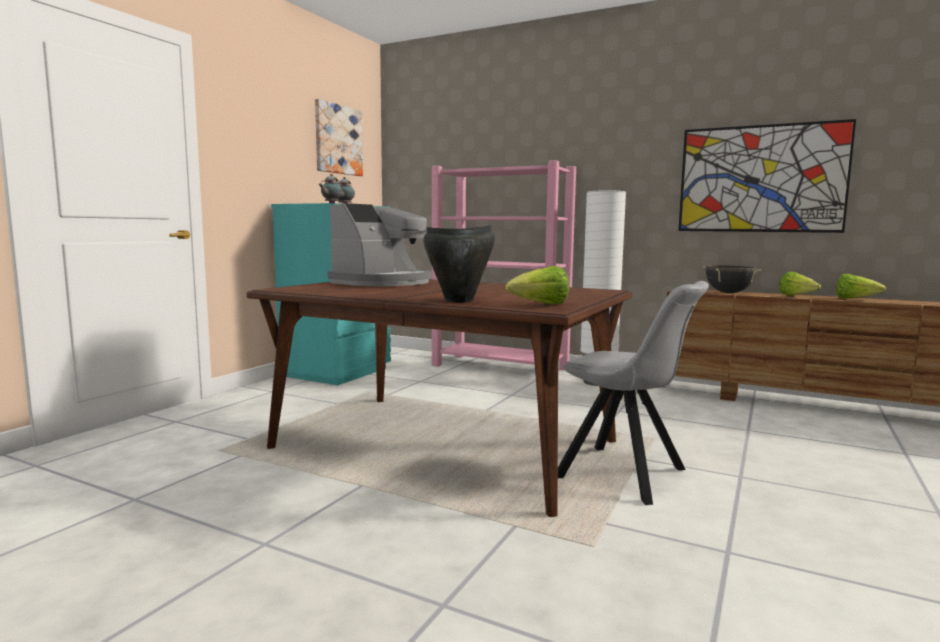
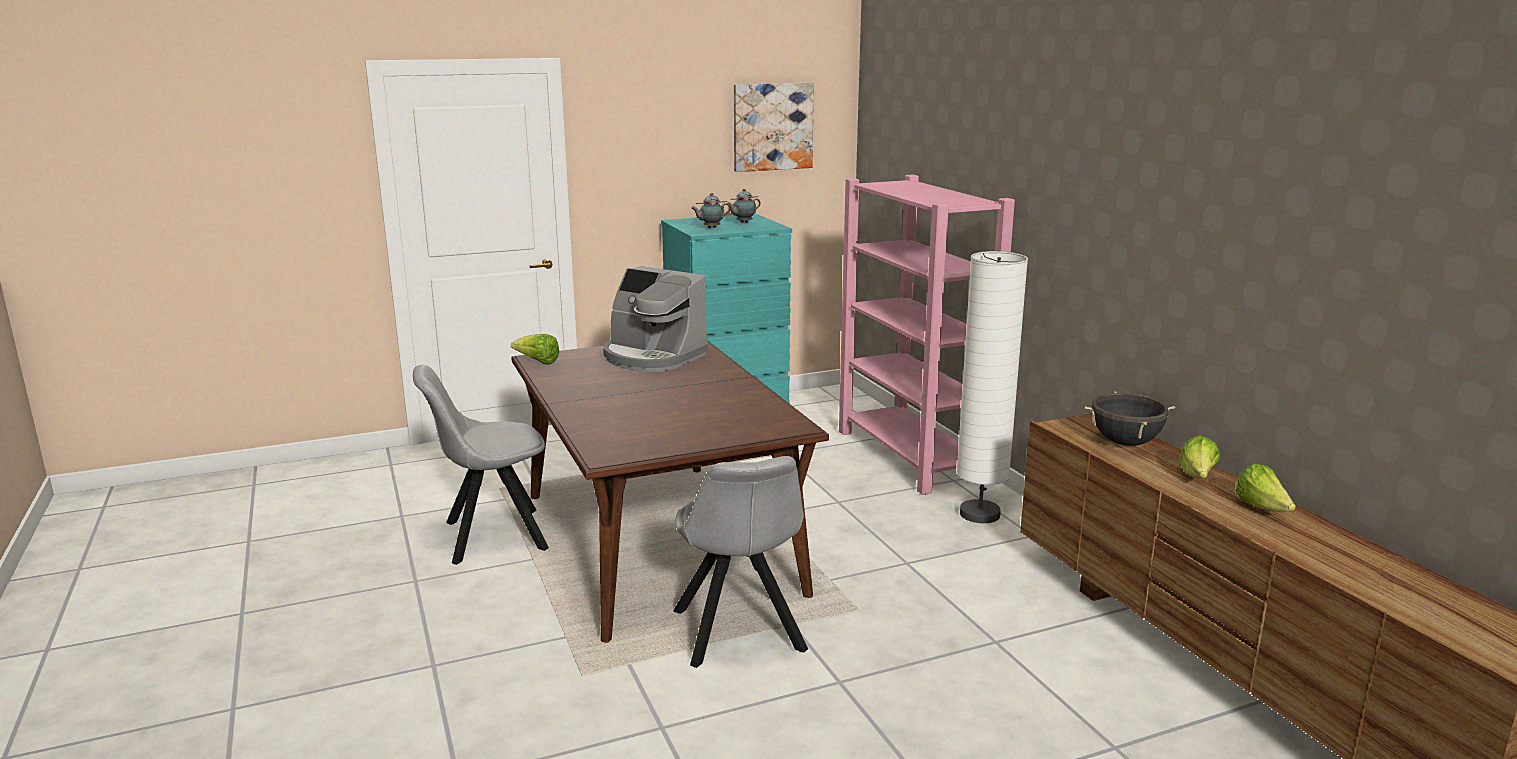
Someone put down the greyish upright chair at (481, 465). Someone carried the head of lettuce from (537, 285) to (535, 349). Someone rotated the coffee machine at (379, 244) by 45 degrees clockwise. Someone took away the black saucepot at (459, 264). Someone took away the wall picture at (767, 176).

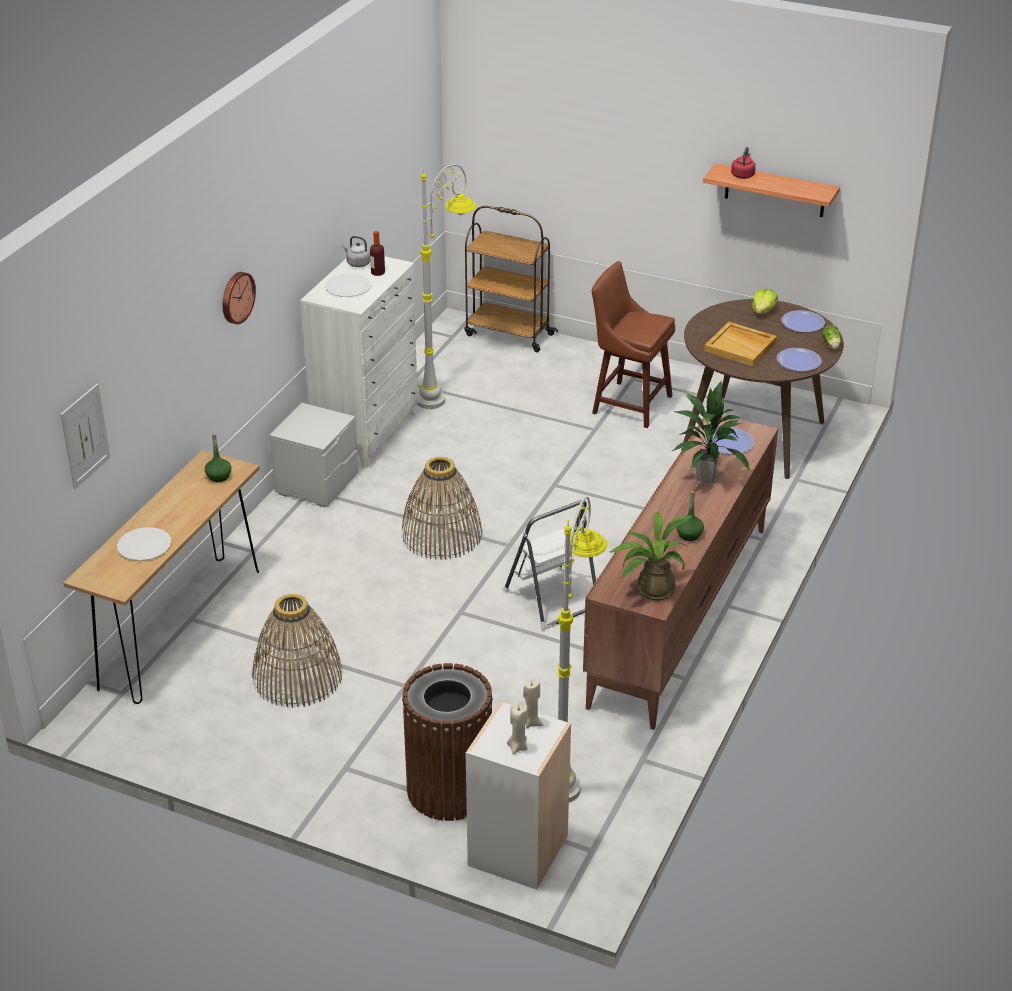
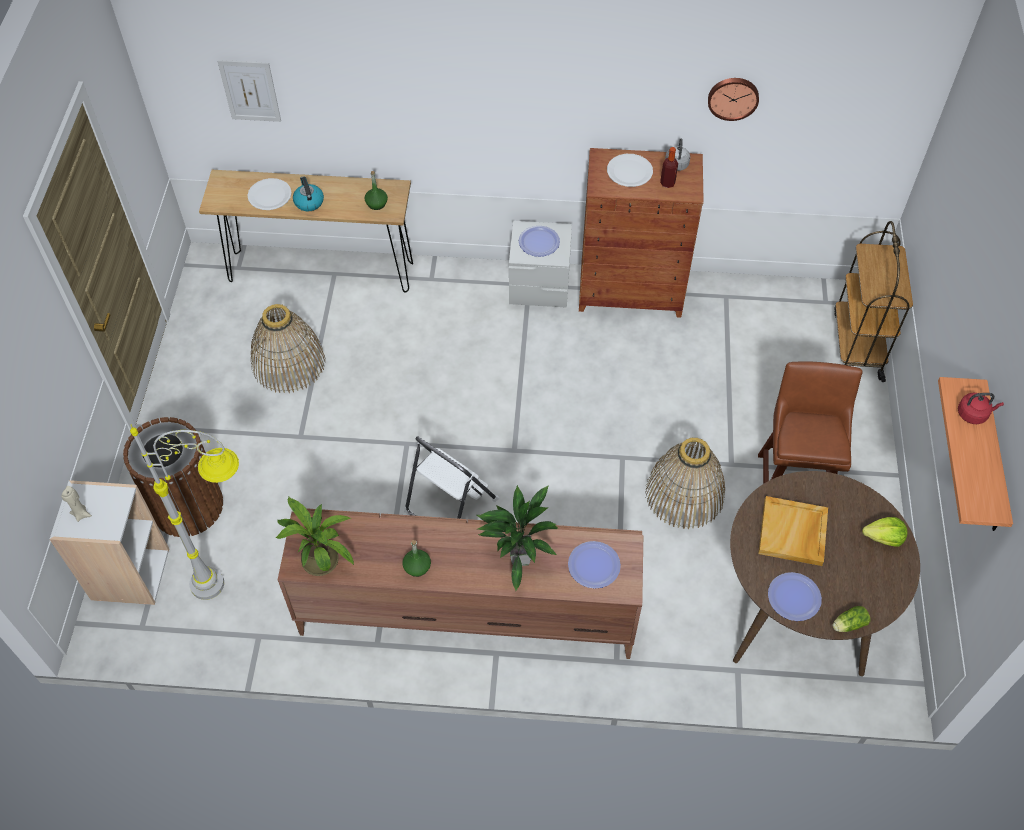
Someone put down the tea kettle at (308, 193). Someone carried the dinner plate from (803, 321) to (539, 241). Someone repainted the whitish chest of drawers at (359, 362), which became the brownish chest of drawers at (641, 233). Someone carried the storage basket from (442, 508) to (685, 483). Someone carried the wall clock from (239, 298) to (733, 99). Someone took away the greyish standing lamp at (446, 286). Someone took away the beige-coloured wax light at (533, 703).

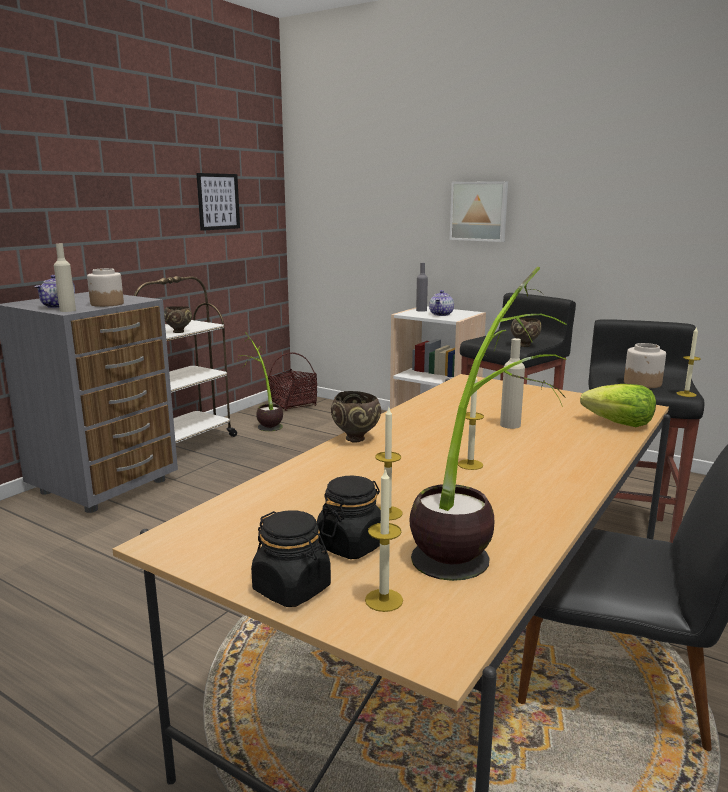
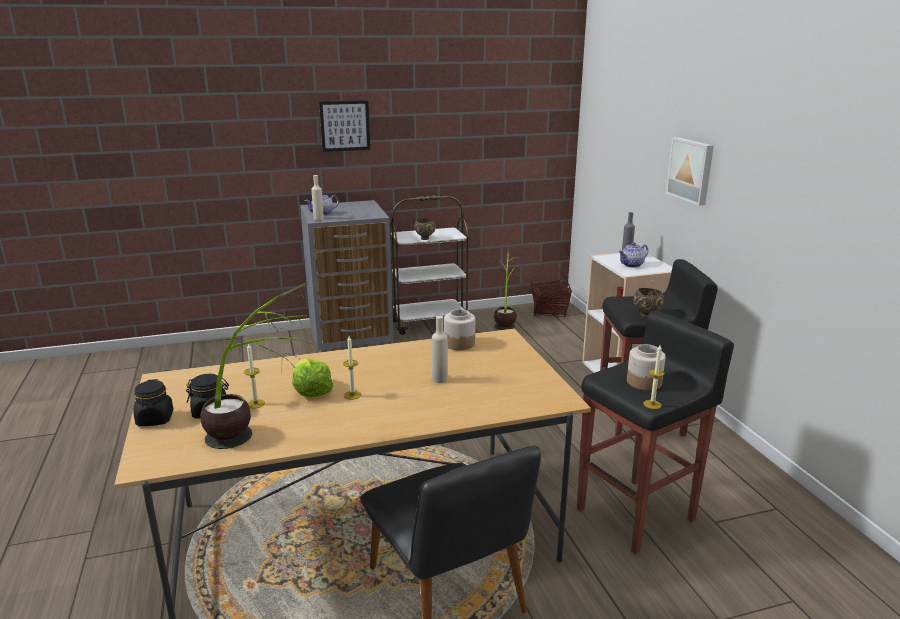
Someone carried the head of lettuce from (618, 405) to (312, 377). Someone carried the wall picture from (218, 202) to (344, 126). Someone carried the jar from (105, 287) to (459, 329). Someone took away the brownish serving bowl at (356, 416). Someone took away the wax light at (384, 540).

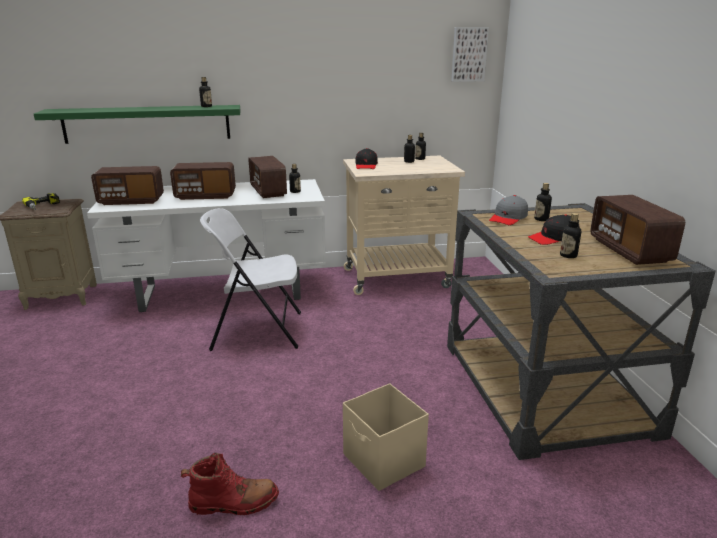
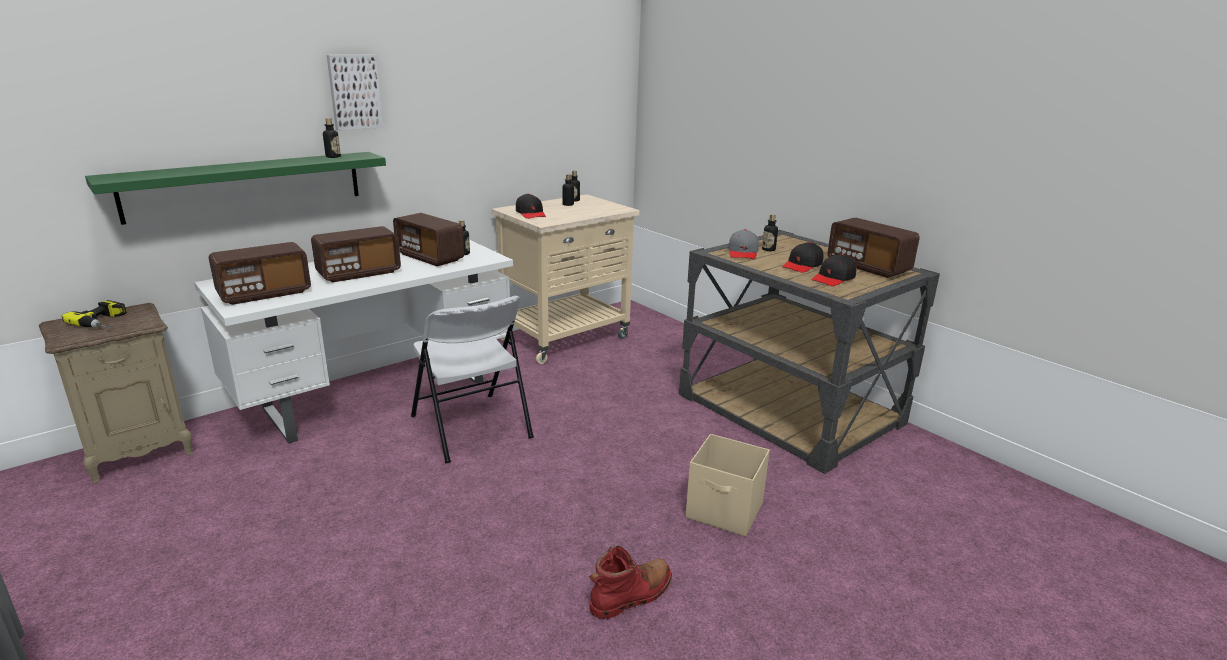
Someone carried the wall picture from (470, 54) to (355, 93). Someone rotated the whitish upright chair at (250, 279) by 90 degrees counterclockwise. Someone swapped the bottle at (570, 235) for the black peaked cap at (834, 270).

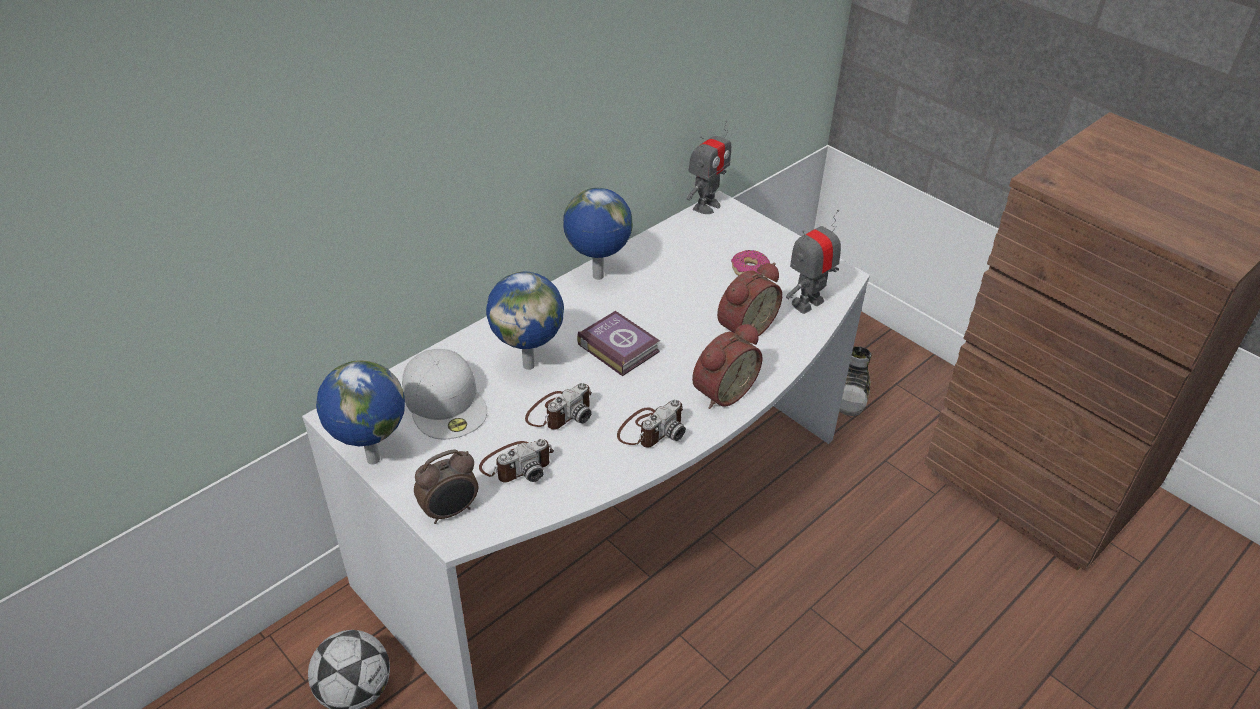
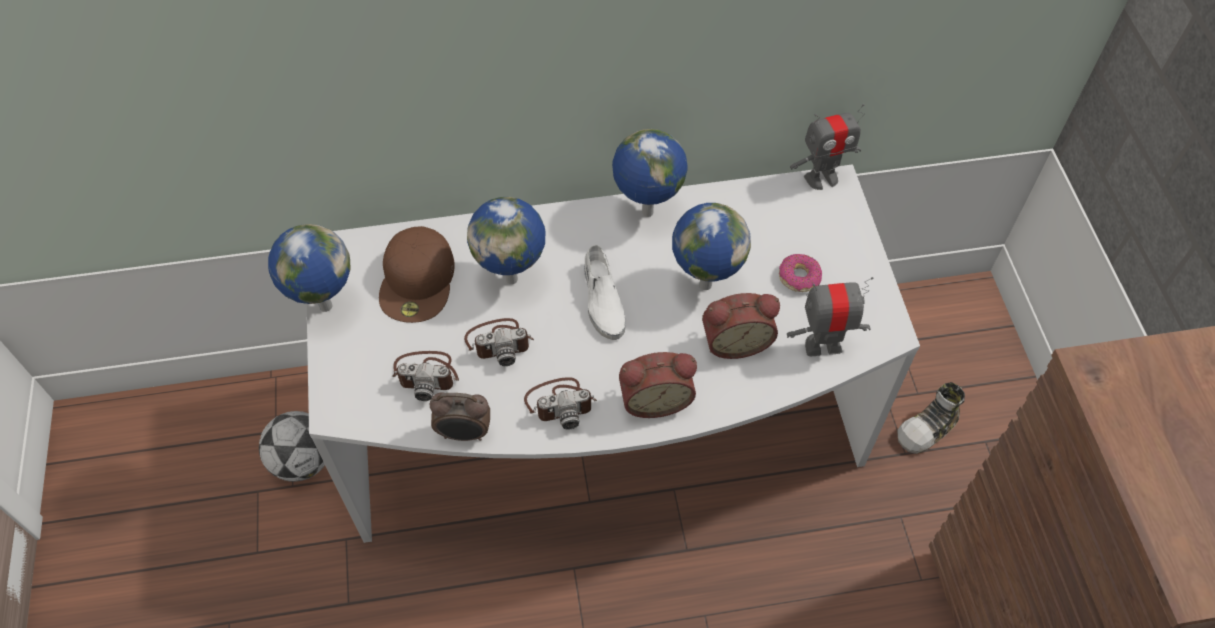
Someone repainted the whitish peaked cap at (444, 394), which became the brownish peaked cap at (416, 274). Someone carried the alarm clock from (446, 486) to (460, 416). Someone swapped the book at (618, 343) for the whitish shoe at (605, 292). Someone put down the desk globe at (711, 246).

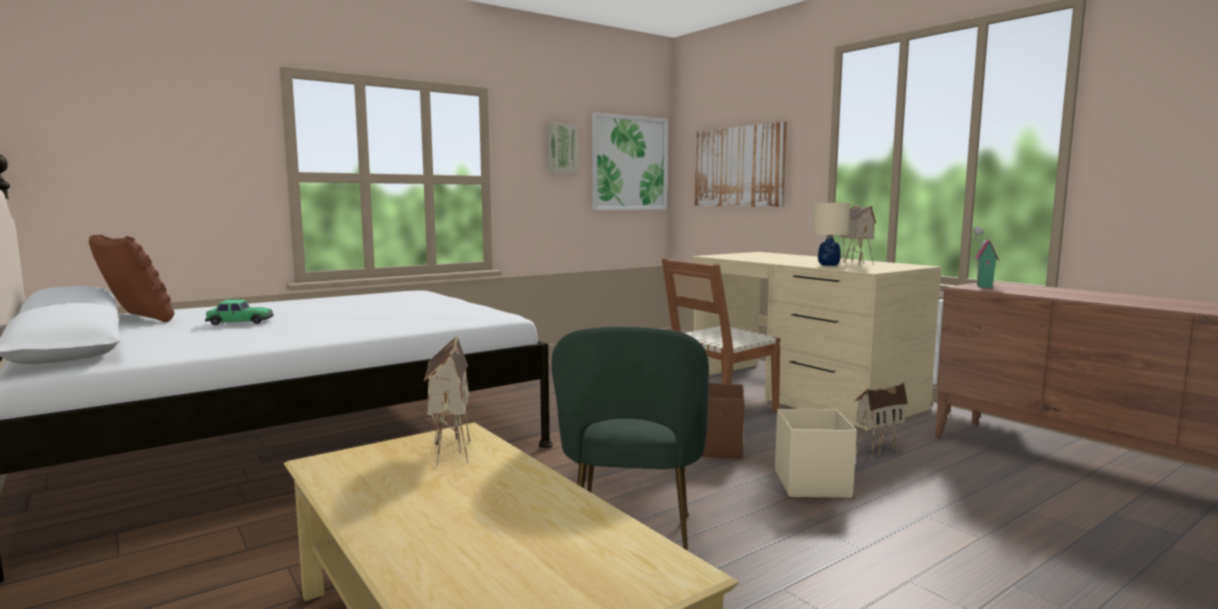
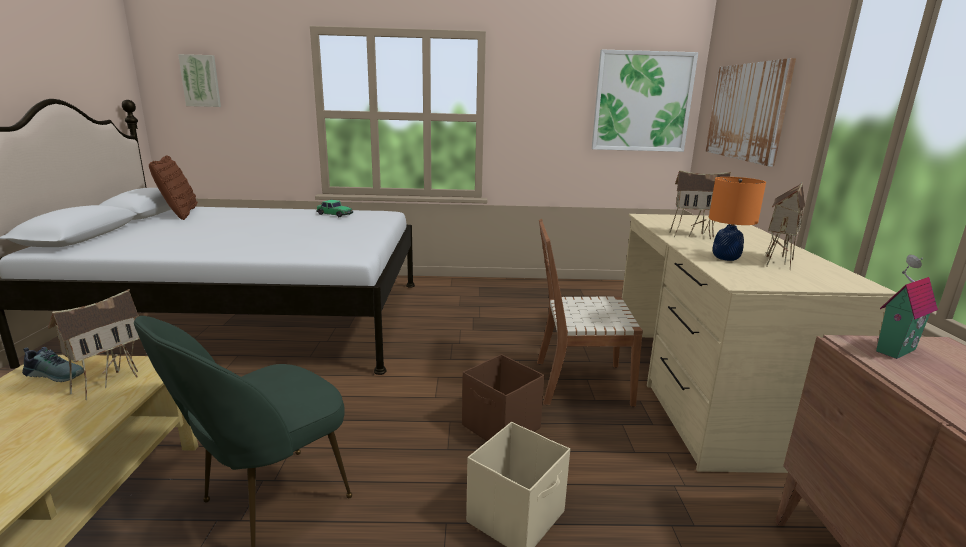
Someone put down the shoe at (53, 364). Someone carried the wall picture from (562, 148) to (199, 80). Someone carried the toy car from (239, 312) to (334, 208). Someone carried the model house from (881, 421) to (700, 204). Someone repainted the beige-coloured tabletop lamp at (831, 234), which became the orangey tabletop lamp at (737, 219).

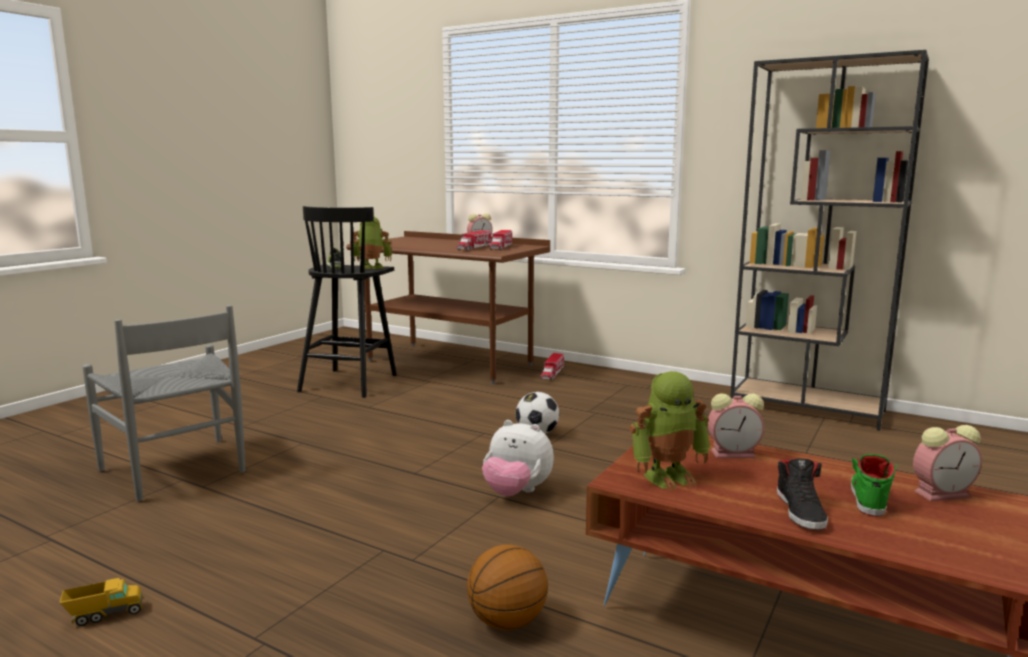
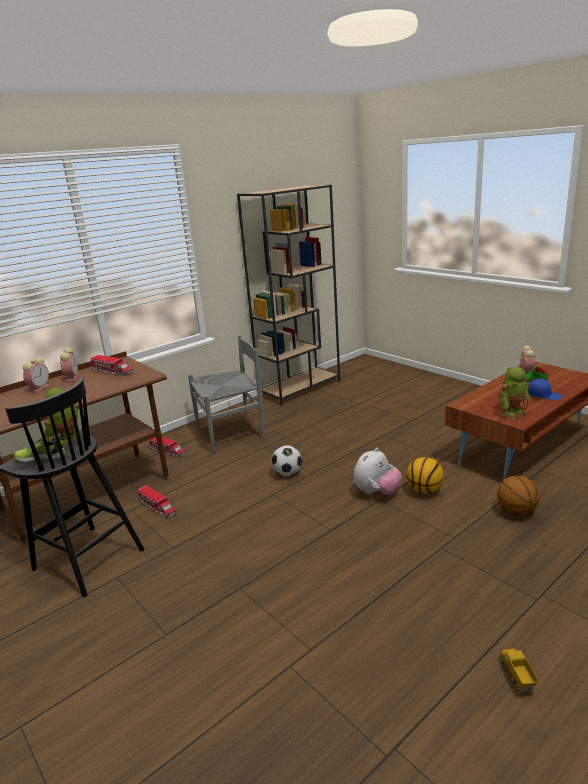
Someone carried the alarm clock from (736, 426) to (36, 375). Someone carried the toy lorry from (474, 240) to (157, 501). Someone carried the greyish upright chair from (164, 403) to (226, 394). Someone put down the basketball at (425, 475). Someone rotated the robot figure at (670, 431) by 60 degrees clockwise. Someone swapped the black shoe at (802, 494) for the blue peaked cap at (545, 389).

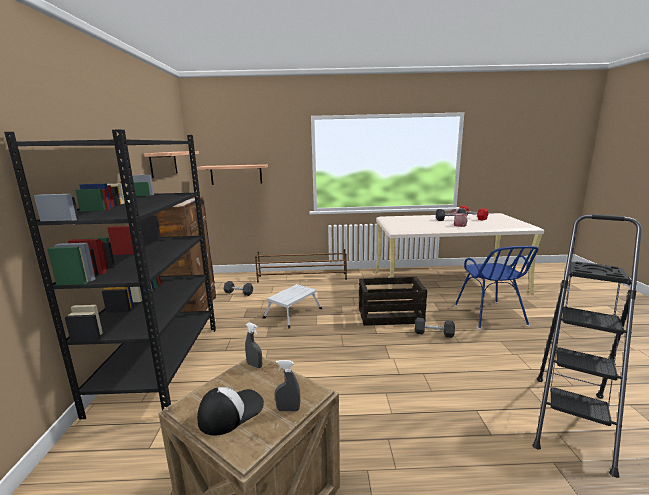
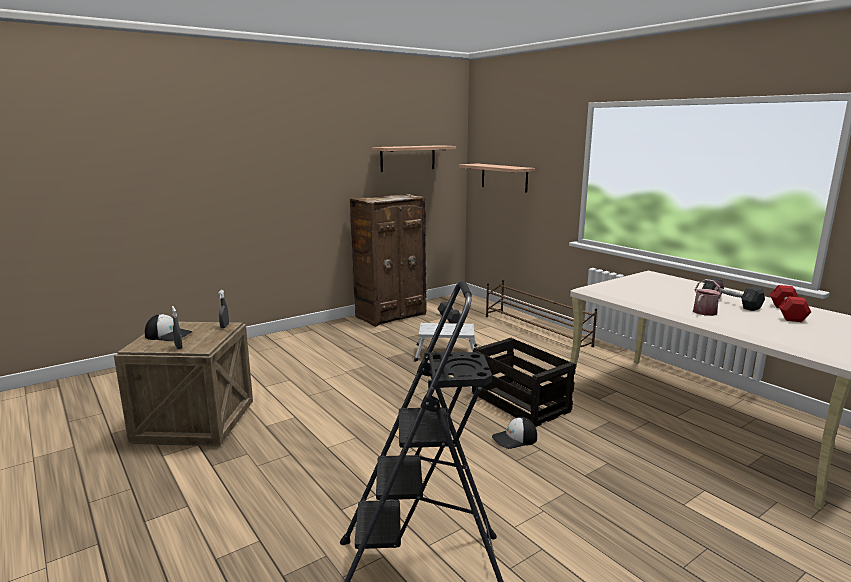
Someone swapped the greyish dumbbell at (435, 327) for the peaked cap at (514, 432). Someone took away the black bookshelf at (110, 274). Someone took away the blue upright chair at (497, 288).

